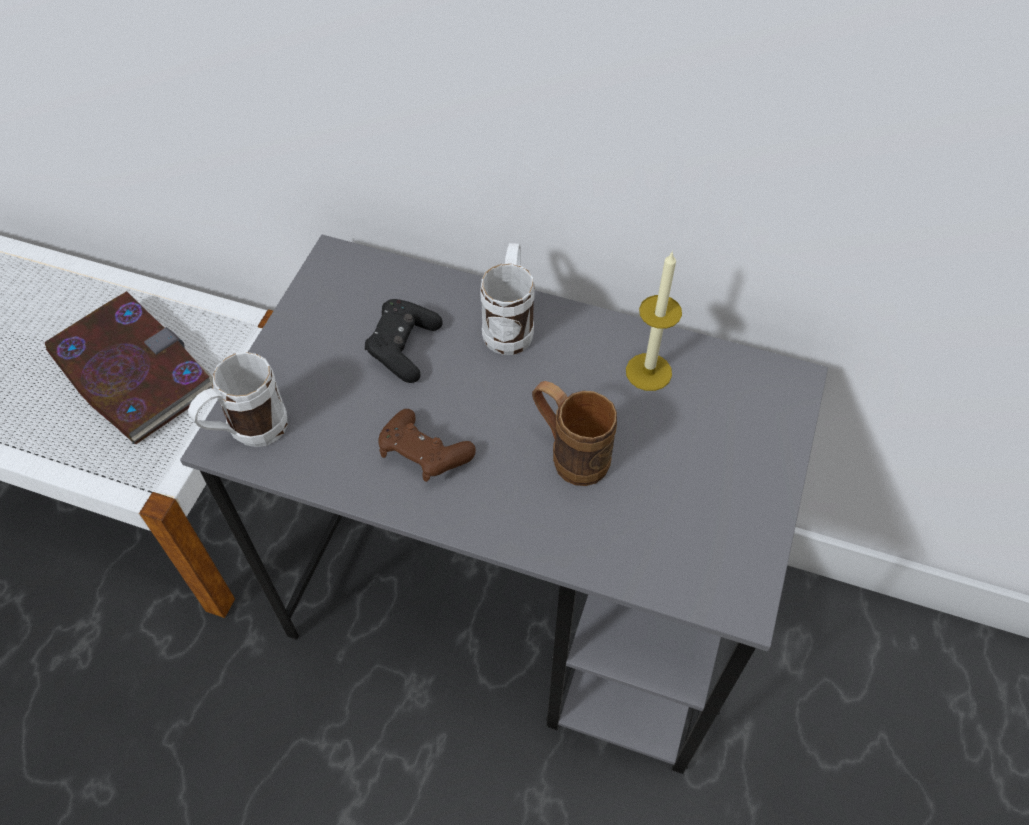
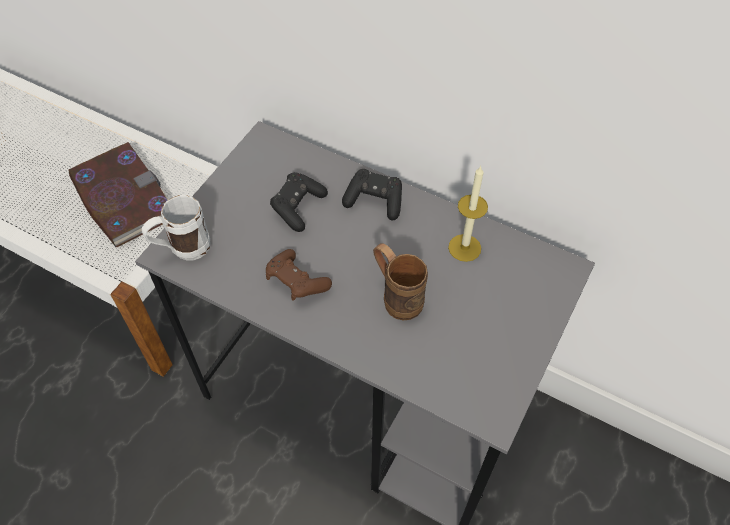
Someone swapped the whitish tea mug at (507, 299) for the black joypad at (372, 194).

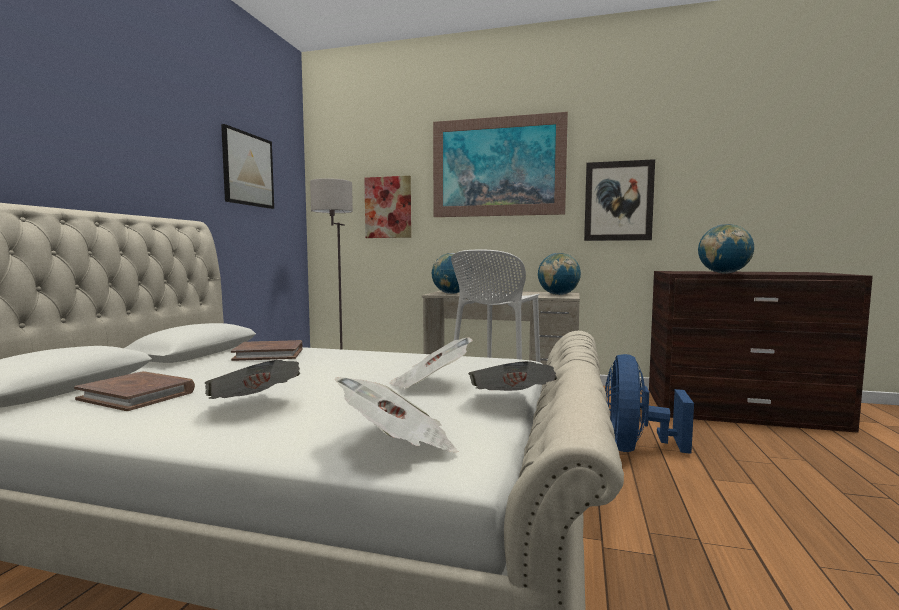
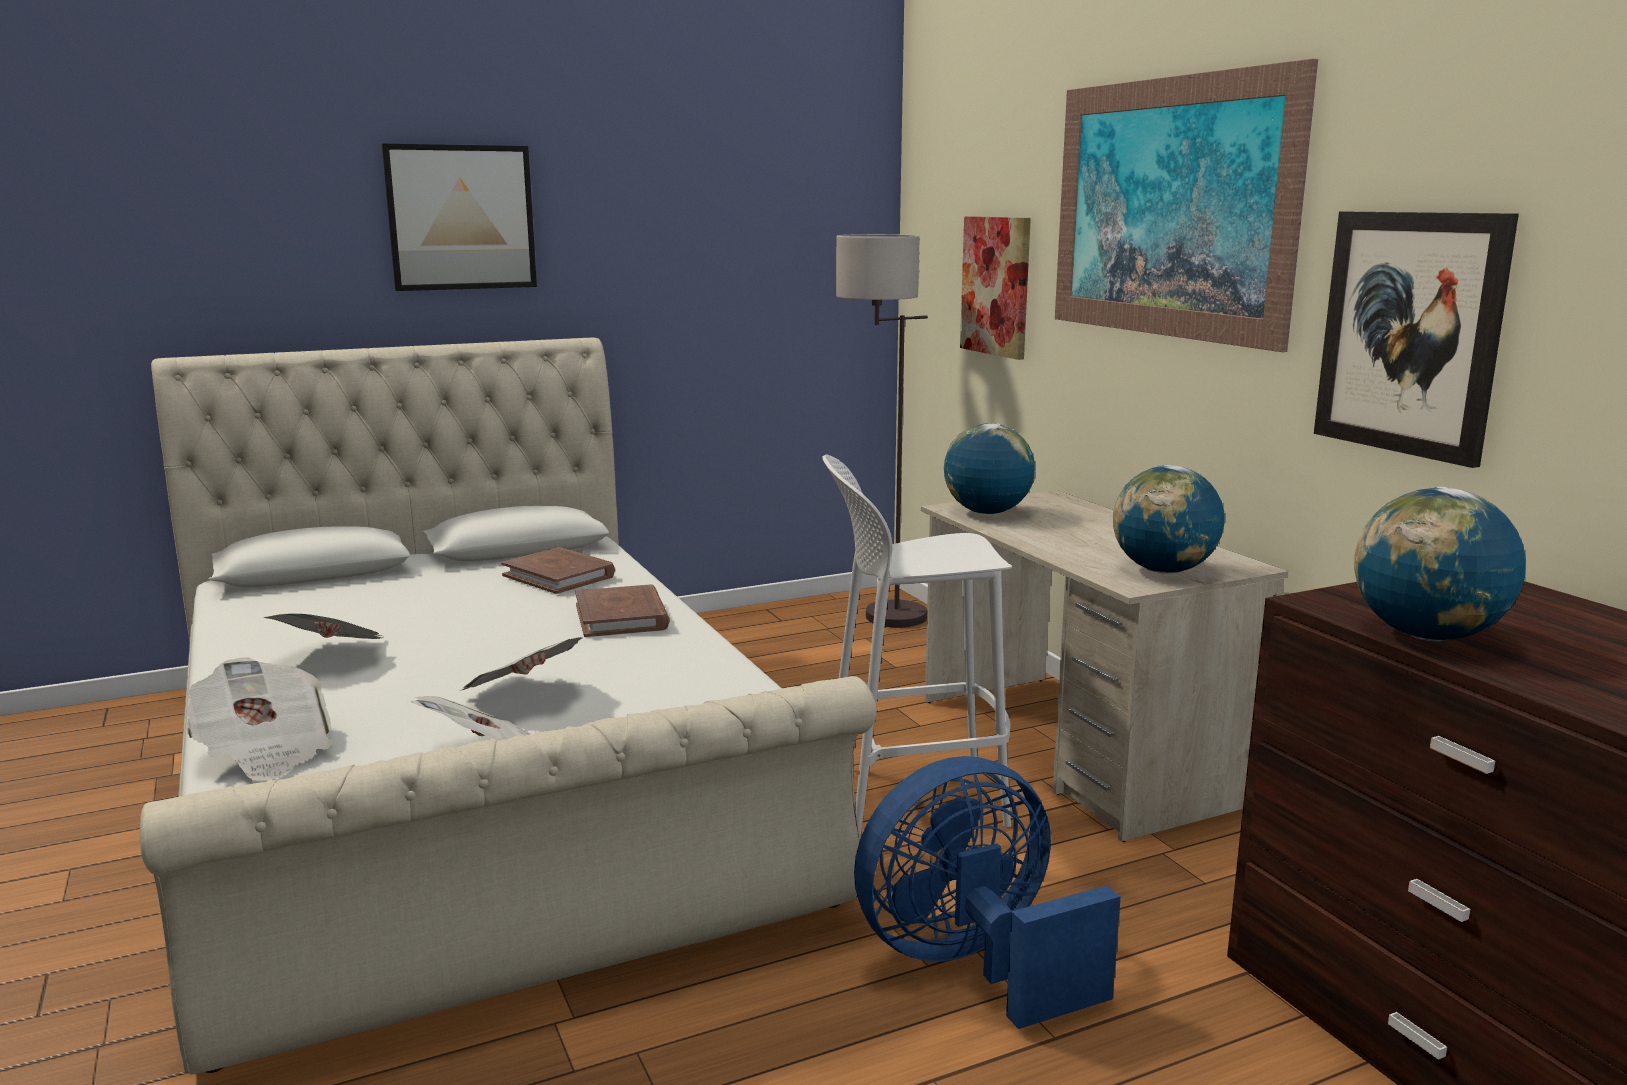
Someone carried the wall picture from (247, 166) to (459, 217). Someone carried the brownish book from (134, 391) to (622, 610).

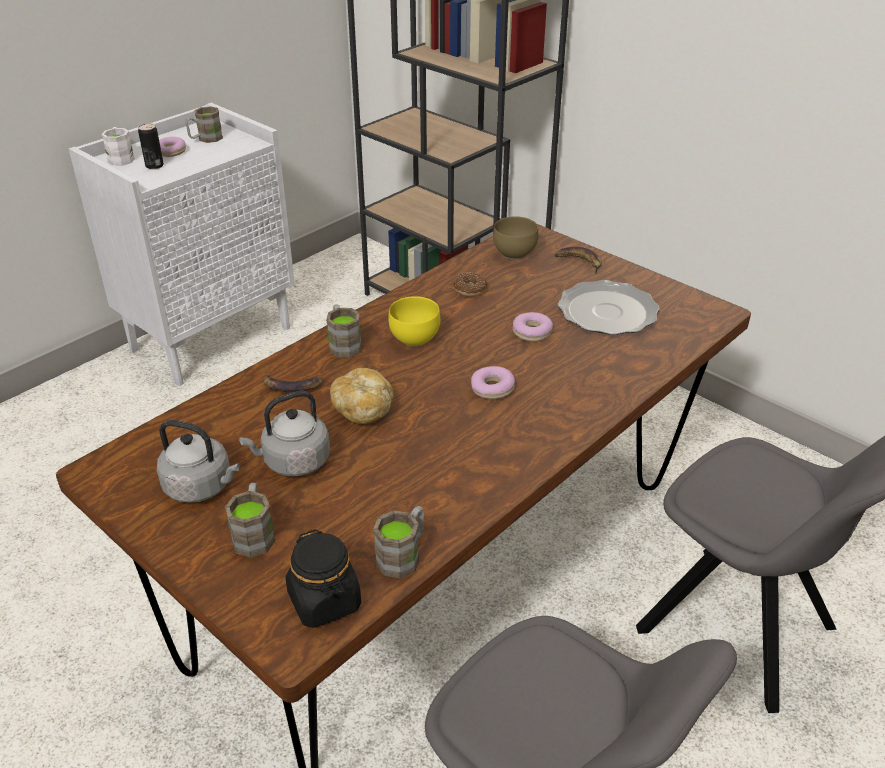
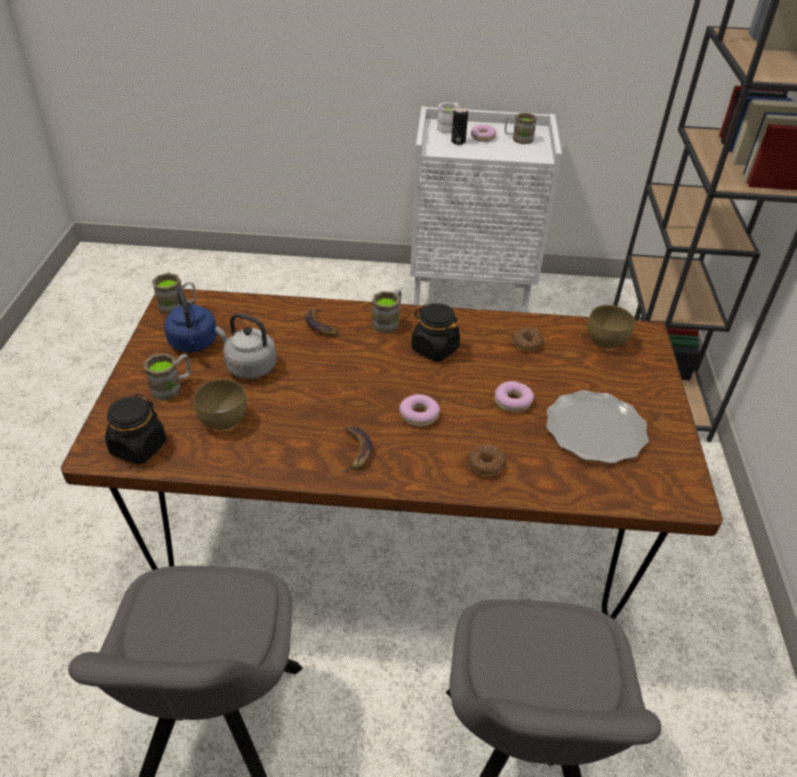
Someone carried the brownish tea mug from (398, 542) to (174, 294). Someone repainted the greyish tea kettle at (198, 461), which became the blue tea kettle at (190, 319). Someone put down the brownish serving bowl at (220, 404). Someone carried the banana fruit from (578, 260) to (357, 449). Someone swapped the yellow serving bowl at (414, 321) for the black jar at (435, 332). Someone put down the donut at (486, 460). Someone took away the baked bread at (362, 396).

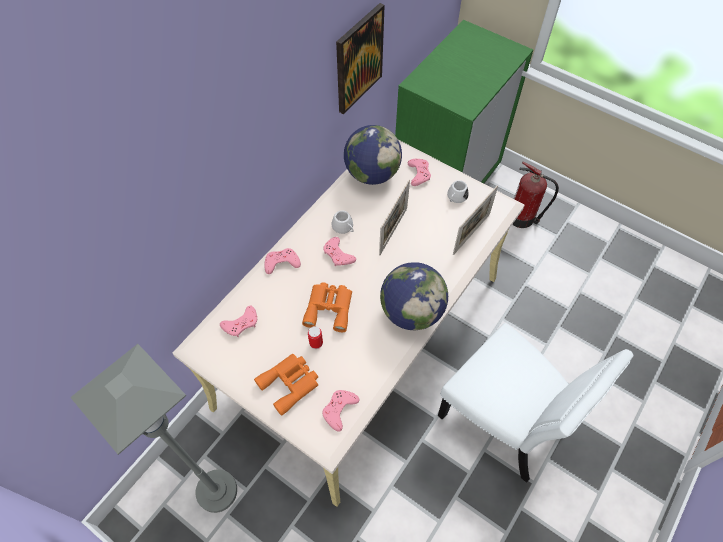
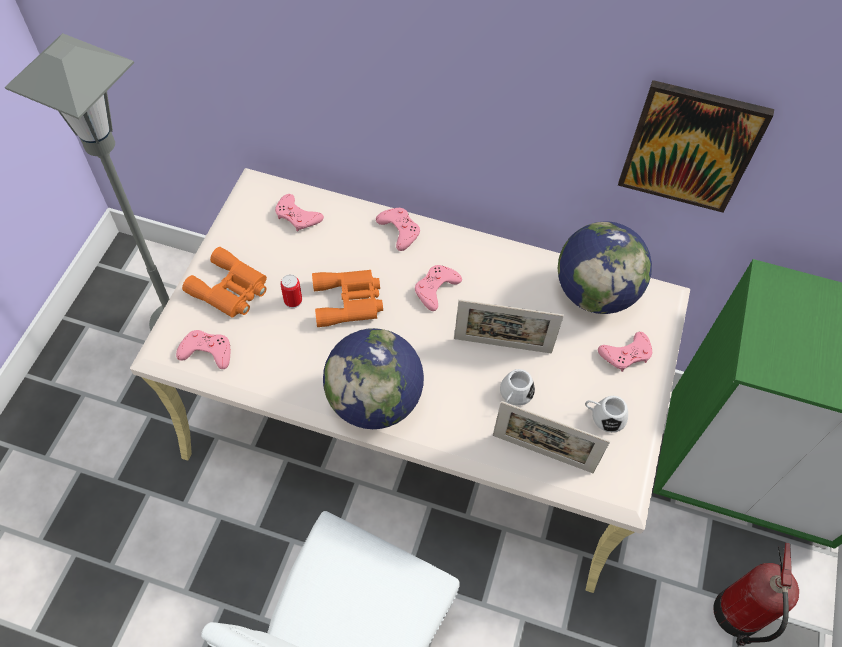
Someone carried the whitish tea mug from (343, 222) to (517, 387).

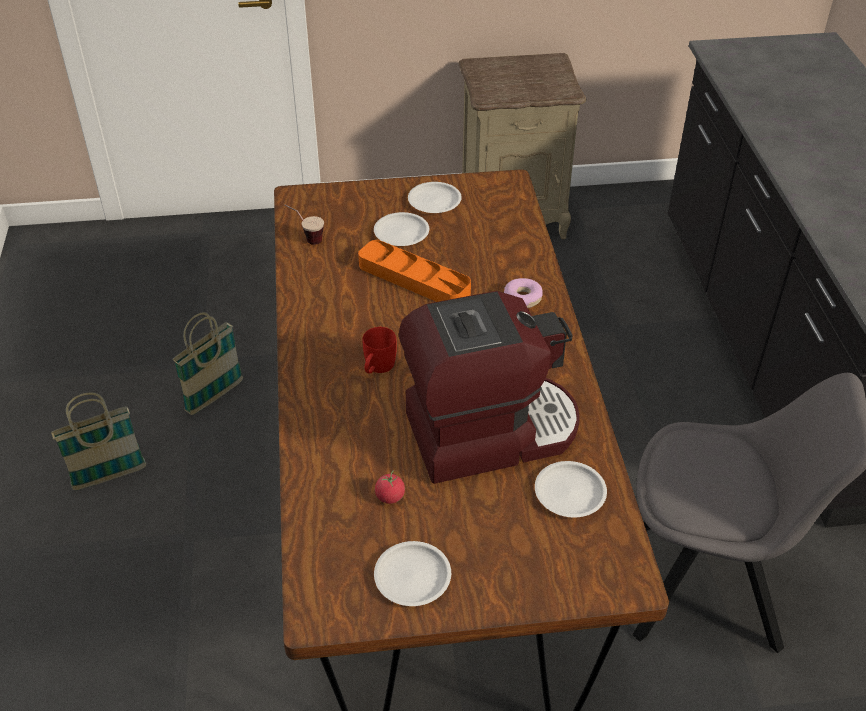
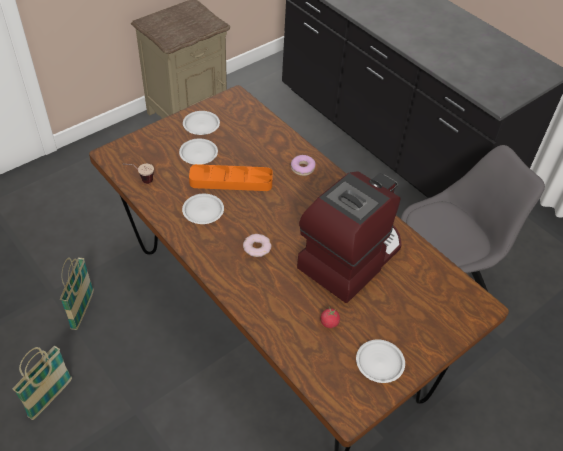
Someone carried the whitish dinner plate from (571, 489) to (203, 209). Someone swapped the reddish tea mug at (380, 350) for the donut at (257, 245).

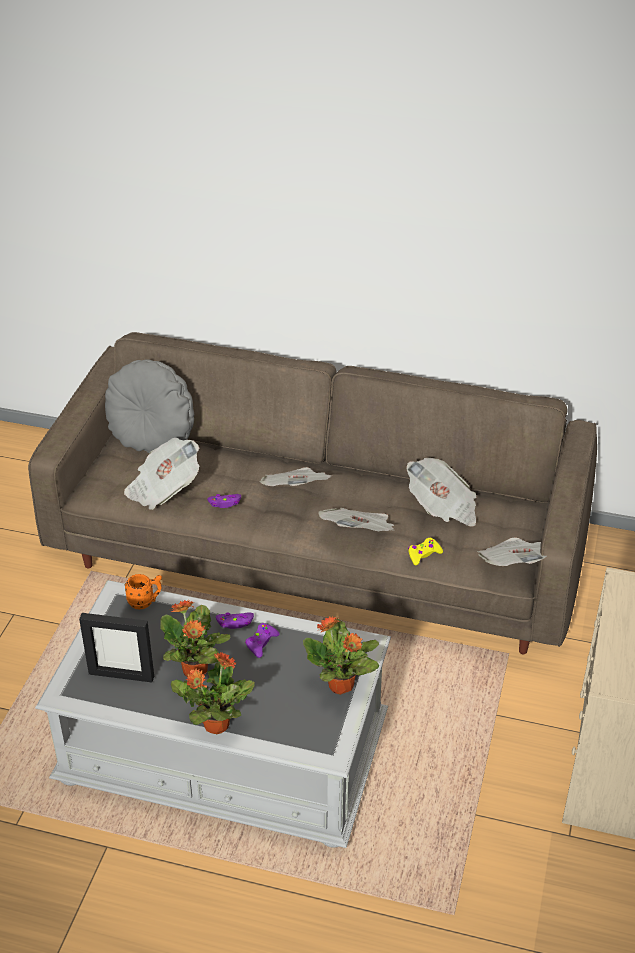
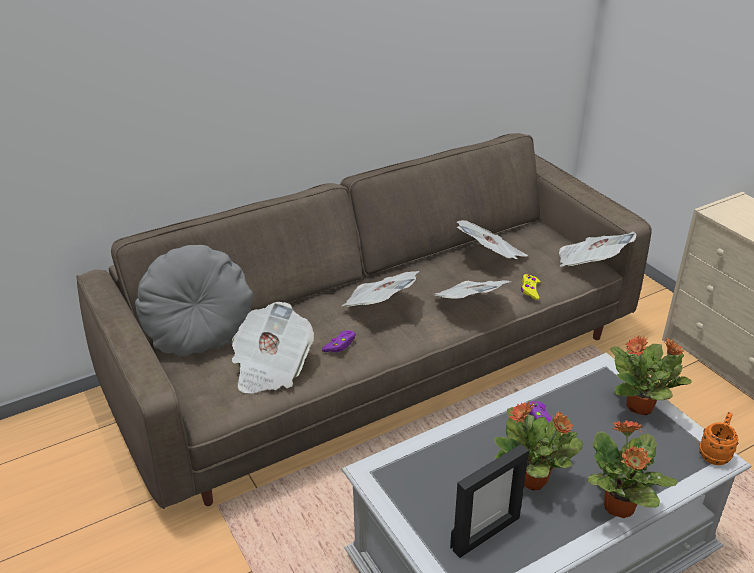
Someone carried the orangey tea mug from (143, 591) to (719, 438). Someone took away the purple joypad at (235, 620).

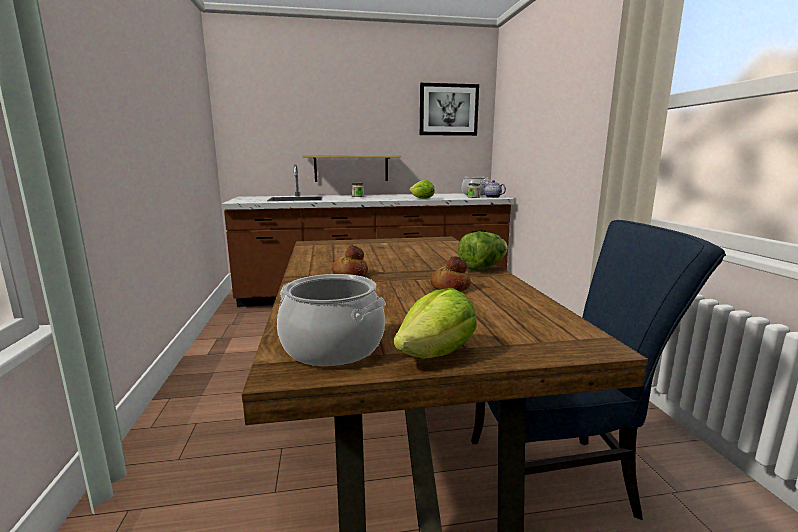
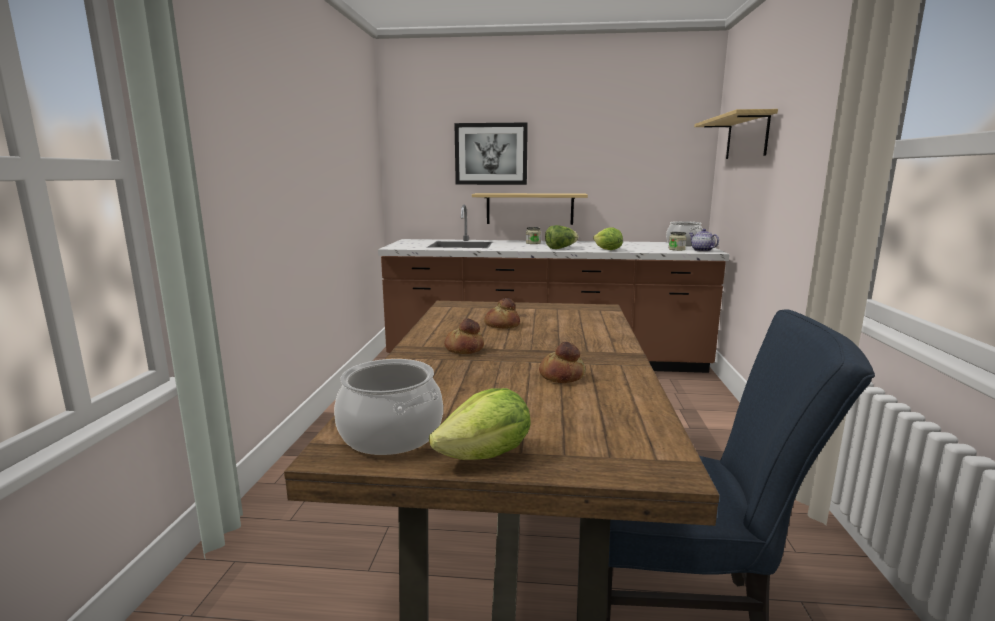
Someone carried the wall picture from (449, 109) to (491, 154). Someone put down the baked bread at (502, 313). Someone carried the head of lettuce from (483, 250) to (561, 237). Someone put up the bracket shelf at (736, 134).

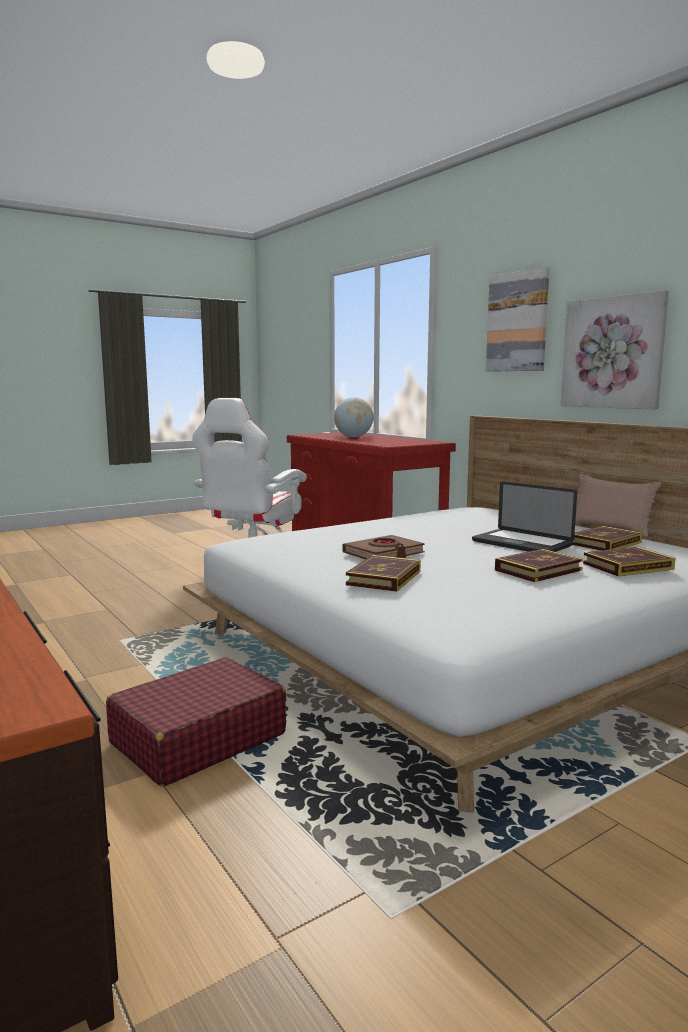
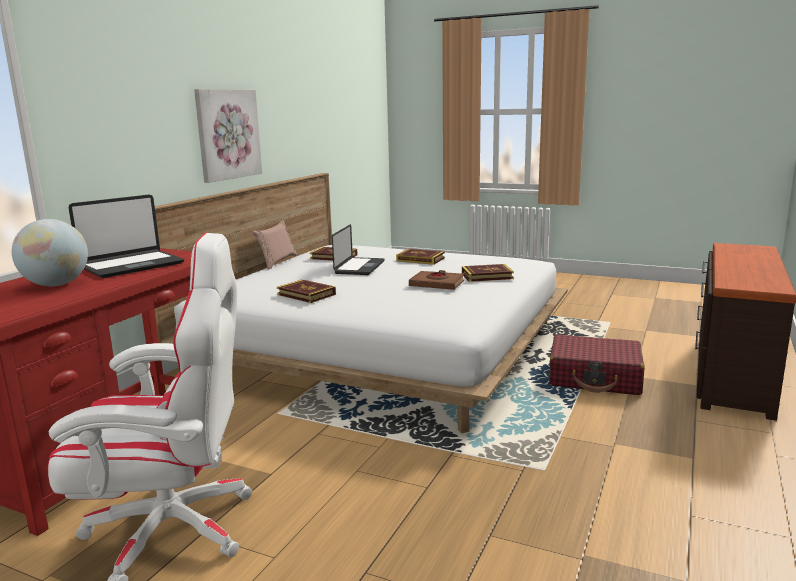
Someone put down the laptop at (126, 236). Someone carried the book from (629, 561) to (306, 291). Someone took away the wall picture at (517, 319).

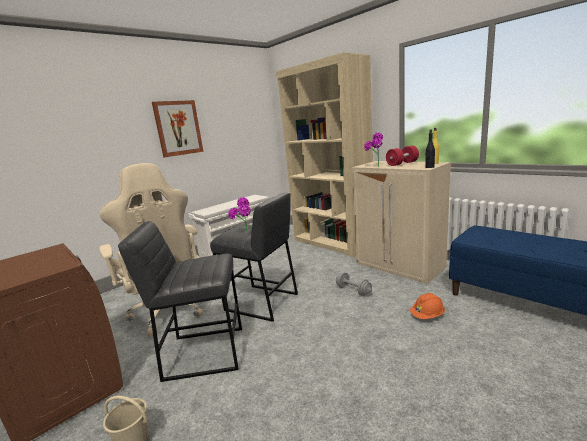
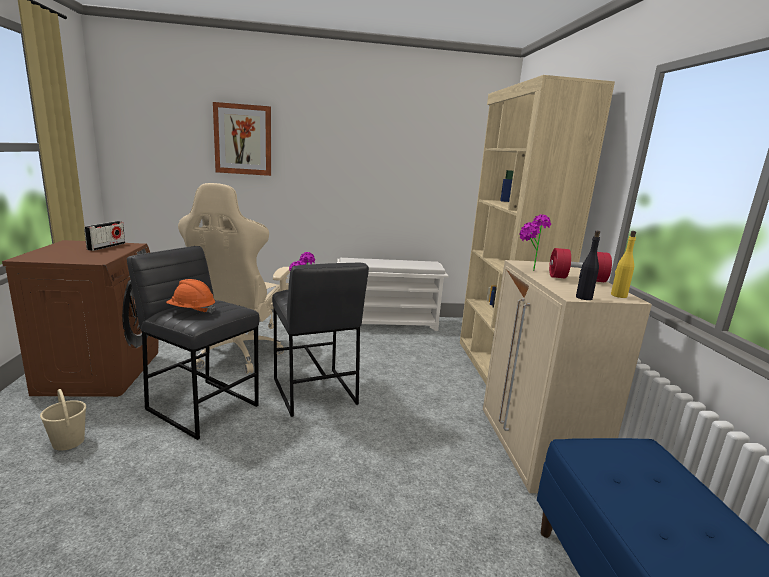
Someone put down the radio at (104, 236). Someone carried the orangey work helmet from (427, 306) to (190, 296). Someone carried the wall picture from (177, 128) to (242, 139). Someone took away the greyish dumbbell at (354, 284).

